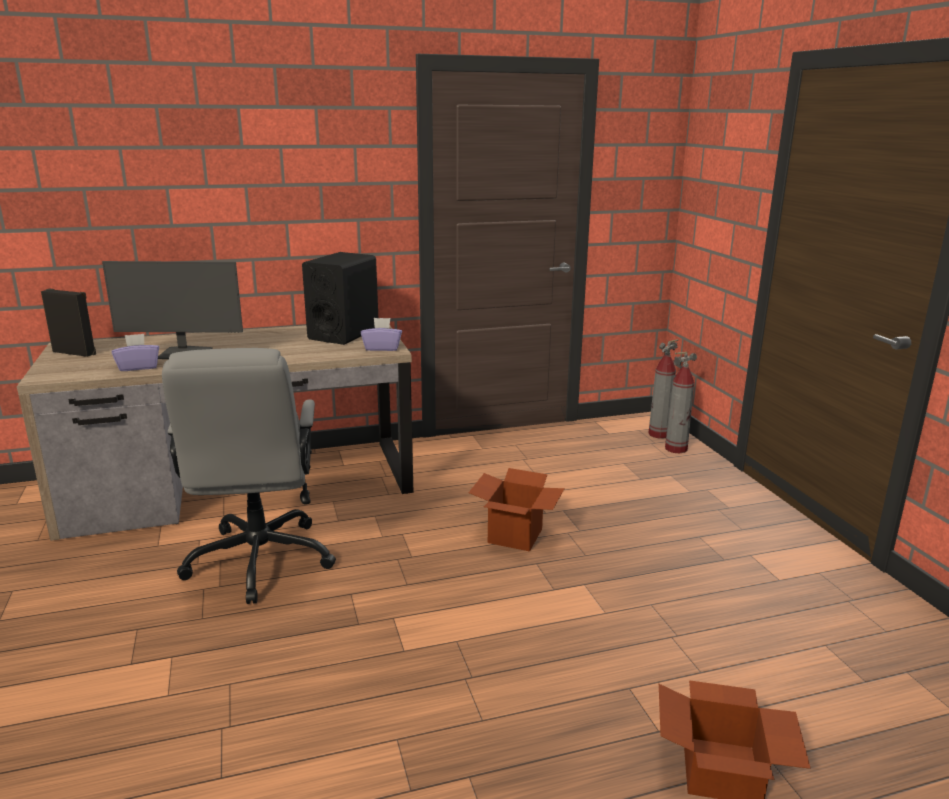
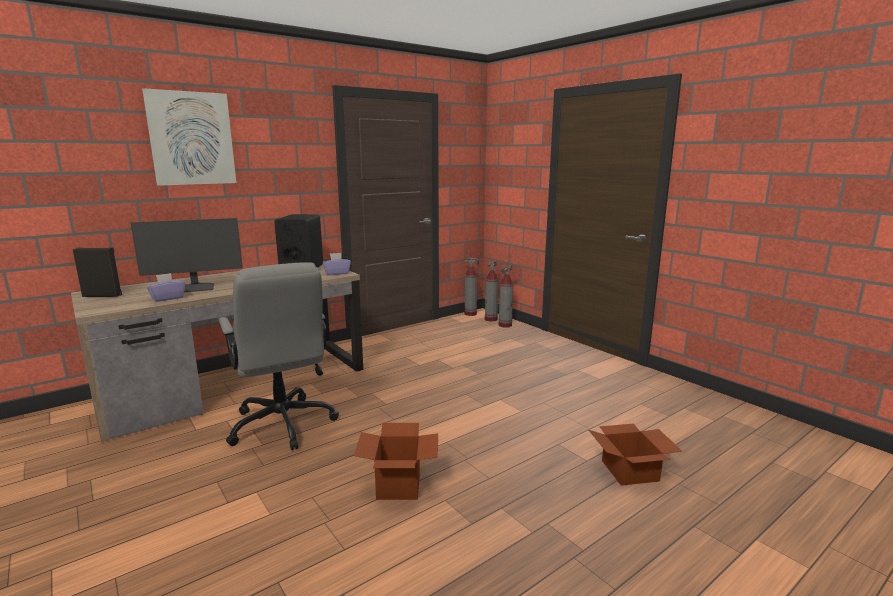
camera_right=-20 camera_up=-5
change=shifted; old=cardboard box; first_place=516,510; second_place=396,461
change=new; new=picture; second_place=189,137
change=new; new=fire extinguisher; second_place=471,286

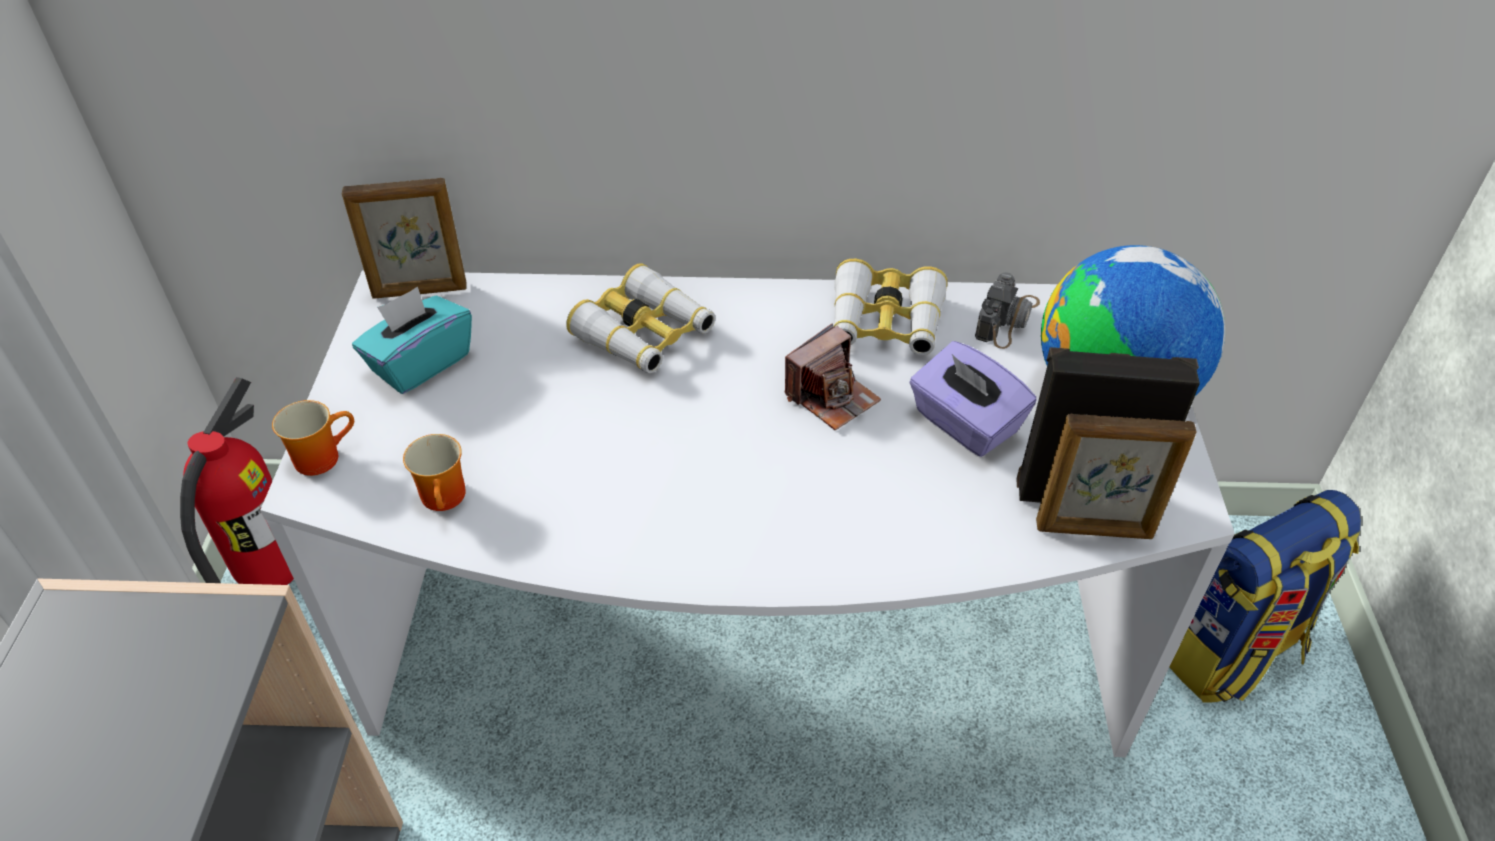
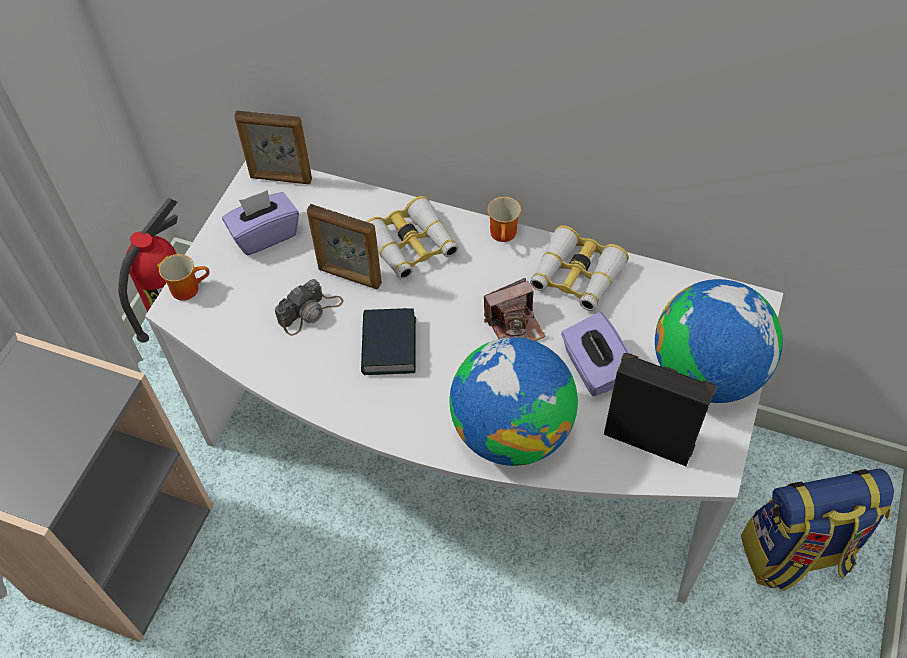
camera_right=20 camera_up=10
change=shifted; old=photo camera; first_place=1007,310; second_place=309,307
change=repainted; old=turquoise tissue box; new=purple tissue box; first_place=412,340; second_place=260,222
change=shifted; old=picture frame; first_place=1116,476; second_place=344,246
change=shifted; old=mug; first_place=434,472; second_place=504,219
change=new; new=book; second_place=388,341
change=new; new=globe; second_place=513,401

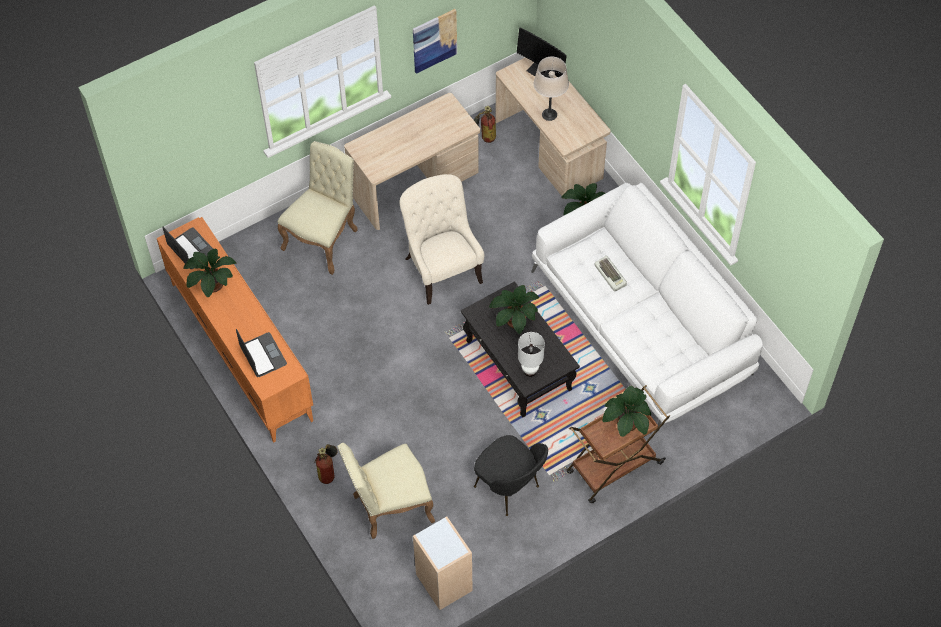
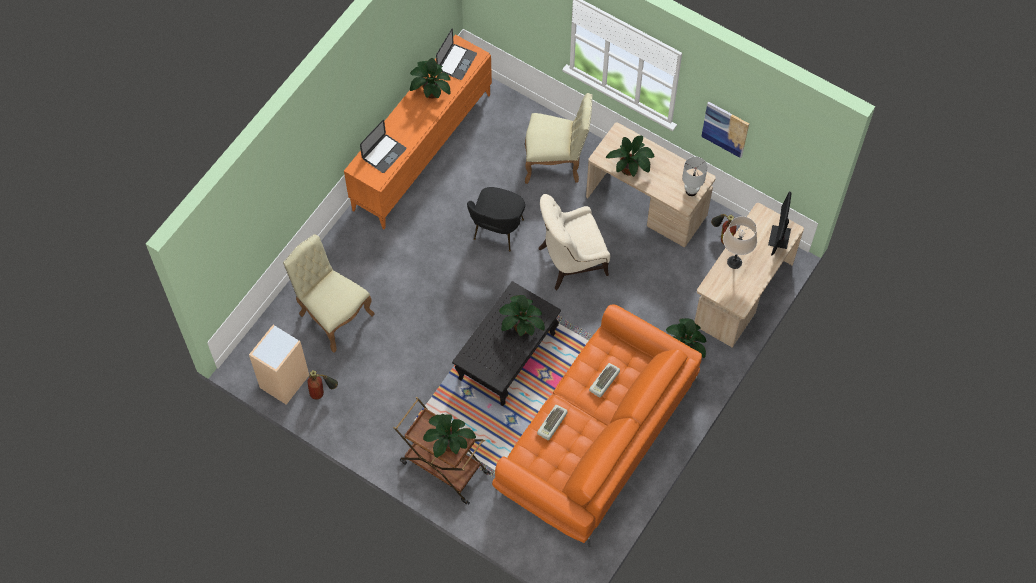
camera_right=65 camera_up=5
change=rotated; old=beige armchair; first_place=442,239; second_place=574,242; degrees=-150
change=repainted; old=white sofa; new=orange sofa; first_place=647,307; second_place=597,426
change=shifted; old=white table lamp; first_place=531,354; second_place=695,176
change=shifted; old=black chair; first_place=511,475; second_place=496,219
change=shifted; old=fire extinguisher; first_place=326,464; second_place=322,385
change=new; new=potted plant; second_place=630,156
change=new; new=keyboard; second_place=552,422

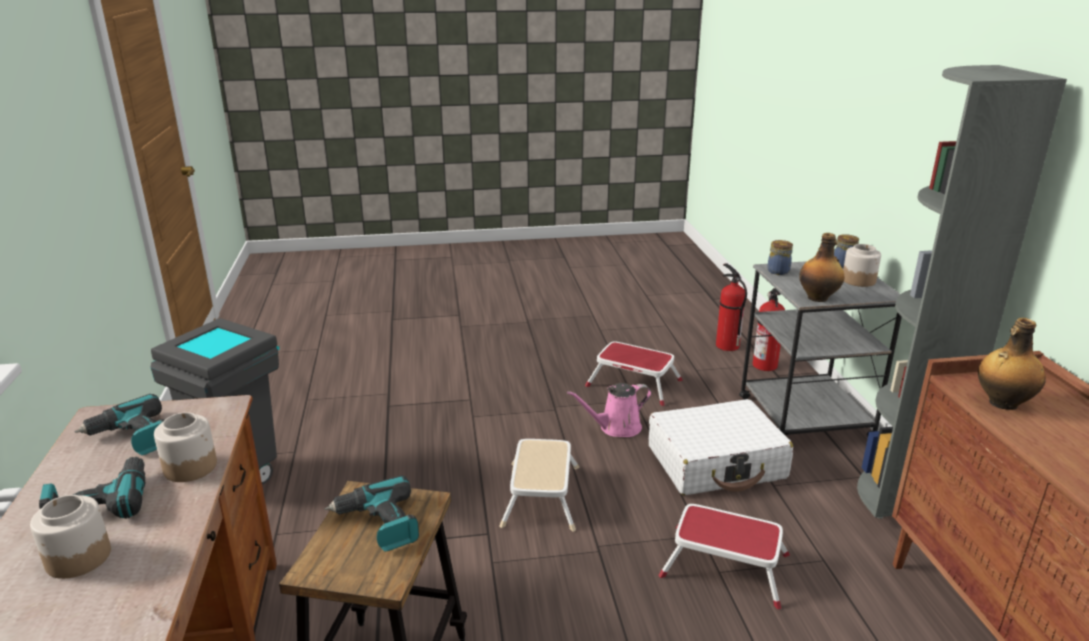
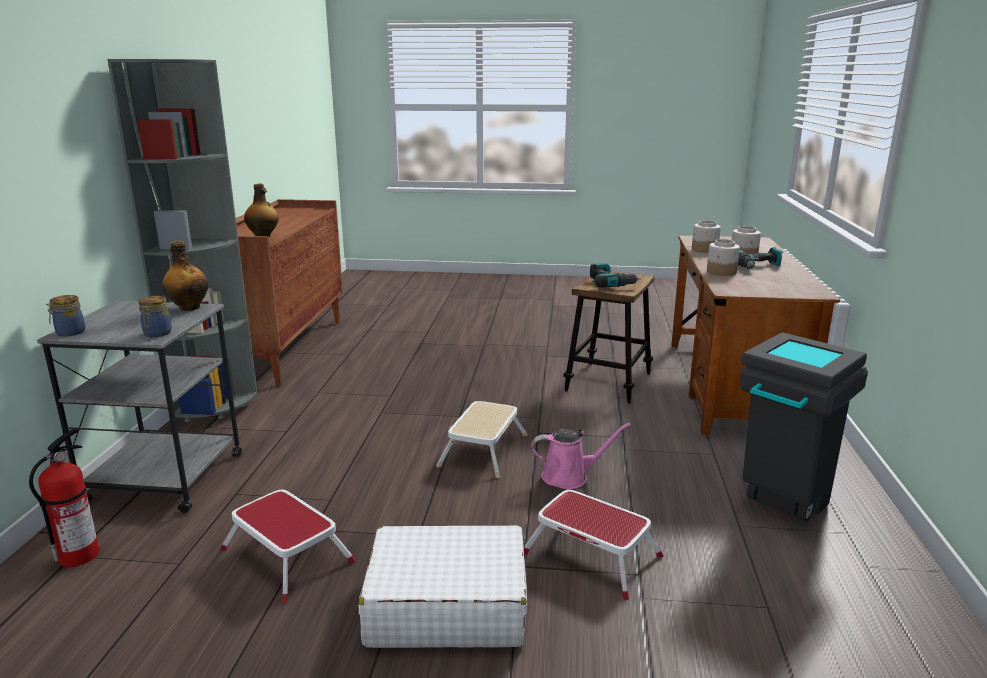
camera_right=-165 camera_up=-5
change=shifted; old=jar; first_place=862,265; second_place=706,236
change=gone; old=fire extinguisher; first_place=731,307
change=shifted; old=pink watering can; first_place=609,410; second_place=581,456
change=gone; old=power drill; first_place=120,424
change=shifted; old=white suitcase; first_place=721,447; second_place=442,586
change=shifted; old=red step ladder; first_place=724,556; second_place=594,545

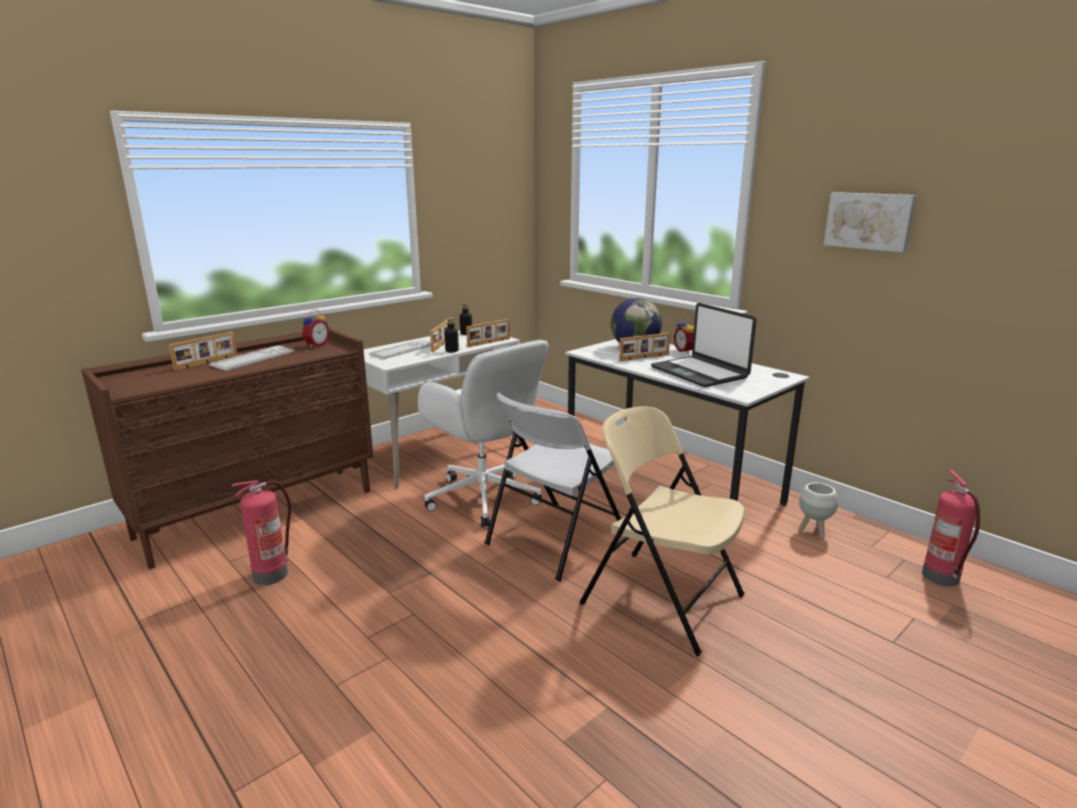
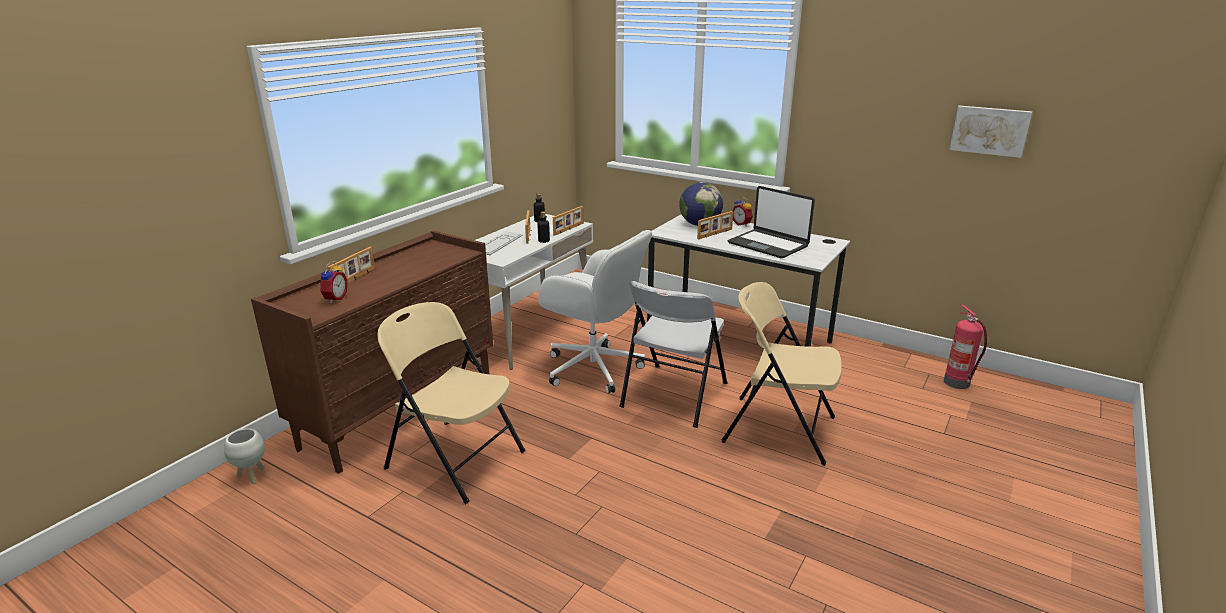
camera_right=-15 camera_up=5
change=shifted; old=picture; first_place=870,222; second_place=991,132
change=shifted; old=alarm clock; first_place=316,329; second_place=333,282
change=gone; old=keyboard; first_place=252,358
change=swapped; old=fire extinguisher; new=beige chair; first_place=261,532; second_place=452,403
change=shifted; old=white planter; first_place=818,511; second_place=244,456

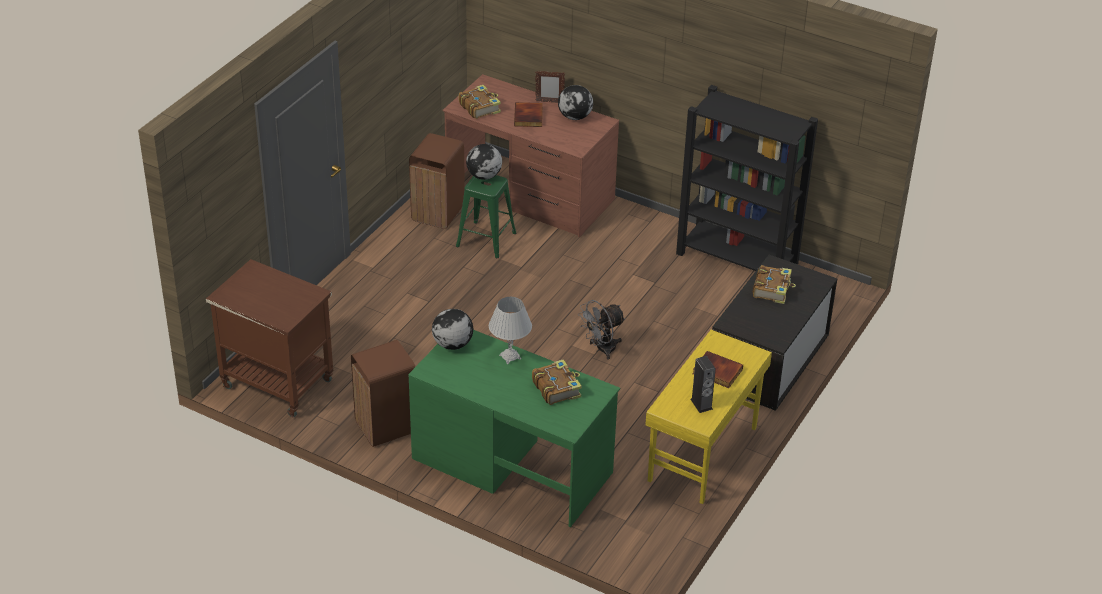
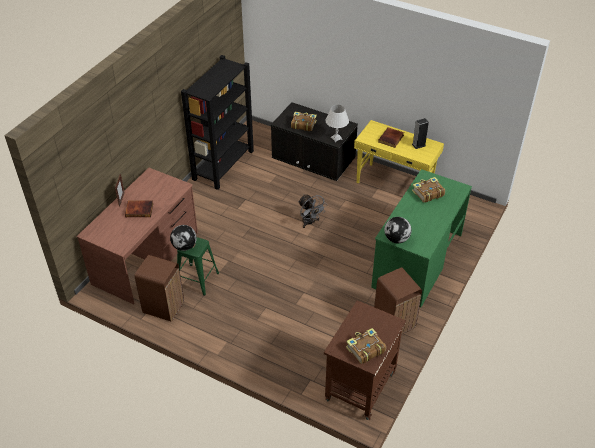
camera_right=-90 camera_up=5
change=shifted; old=book; first_place=480,102; second_place=366,346
change=gone; old=globe; first_place=575,102
change=shifted; old=white table lamp; first_place=510,330; second_place=337,123

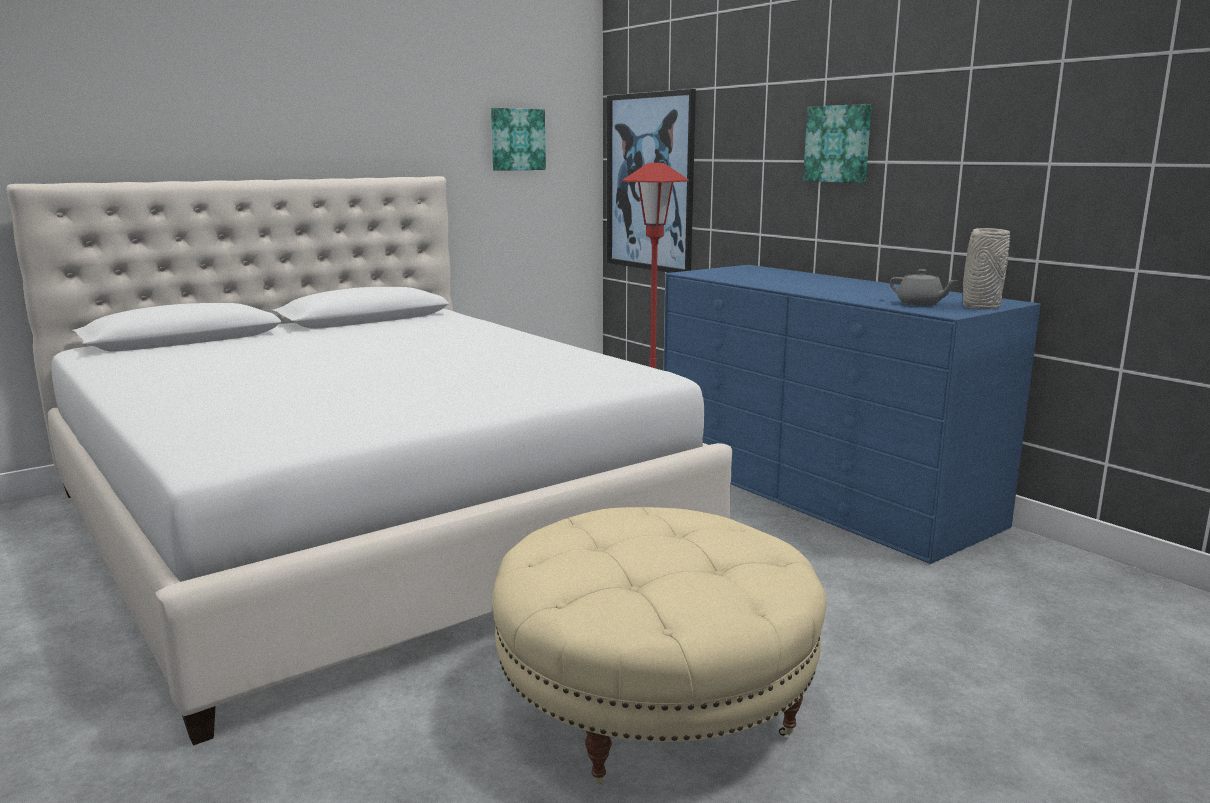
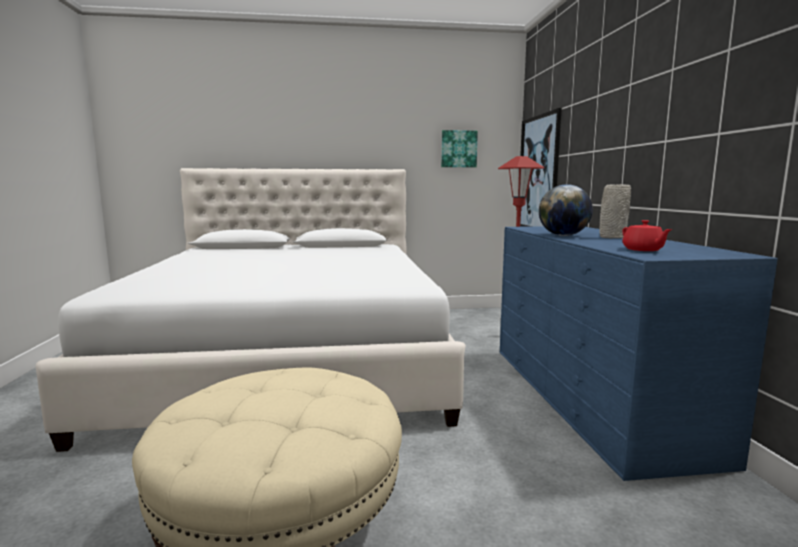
camera_right=30 camera_up=-5
change=gone; old=picture; first_place=837,143
change=shifted; old=grey vase; first_place=986,269; second_place=615,211
change=repainted; old=grey teapot; new=red teapot; first_place=924,287; second_place=647,235
change=new; new=globe; second_place=566,210

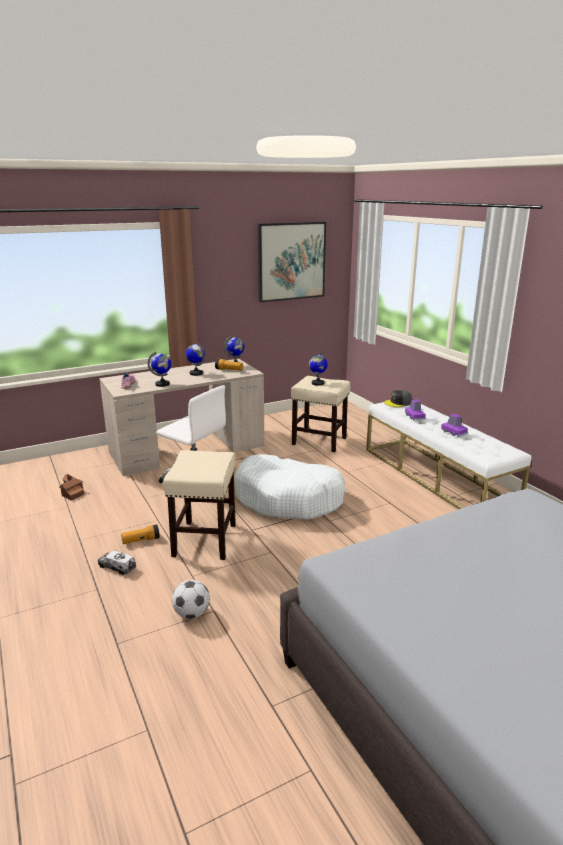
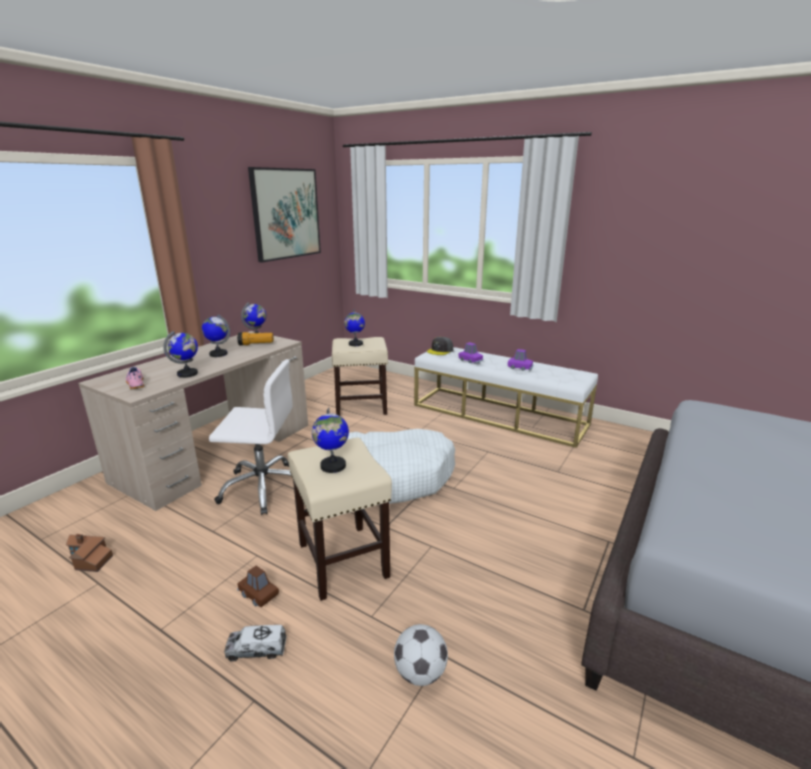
camera_right=-30 camera_up=0
change=swapped; old=flashlight; new=brown toy car; first_place=140,534; second_place=258,586
change=new; new=globe; second_place=330,440

